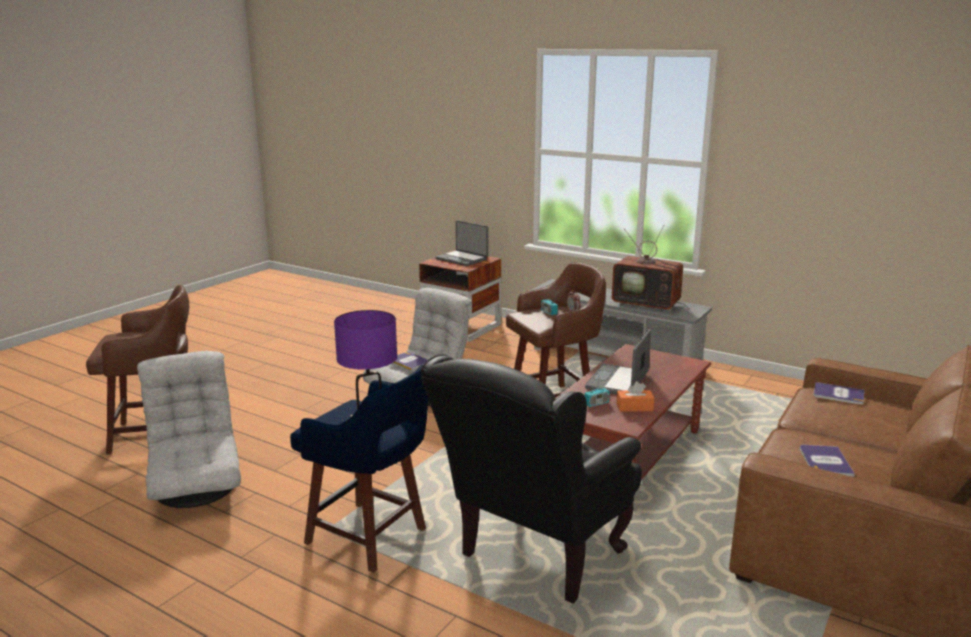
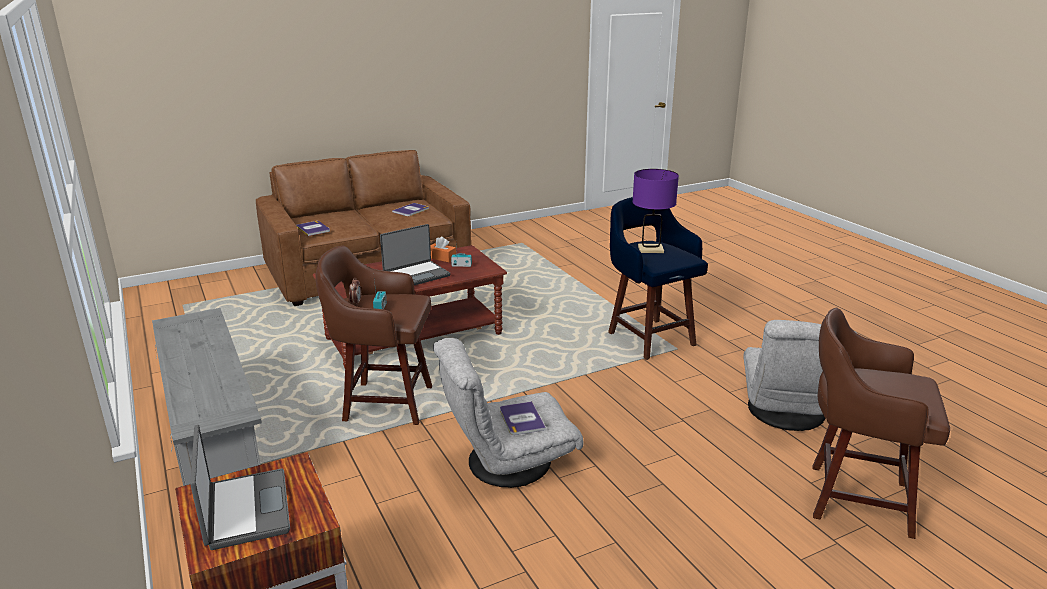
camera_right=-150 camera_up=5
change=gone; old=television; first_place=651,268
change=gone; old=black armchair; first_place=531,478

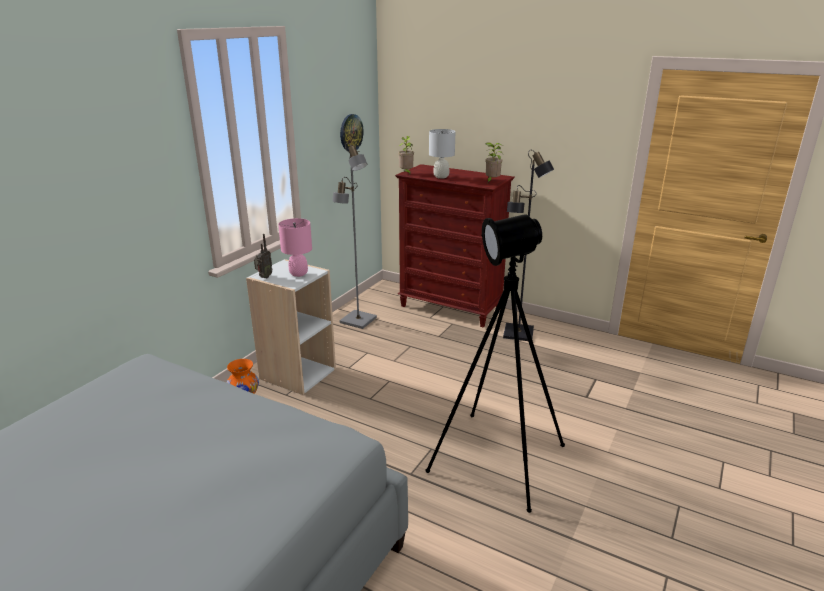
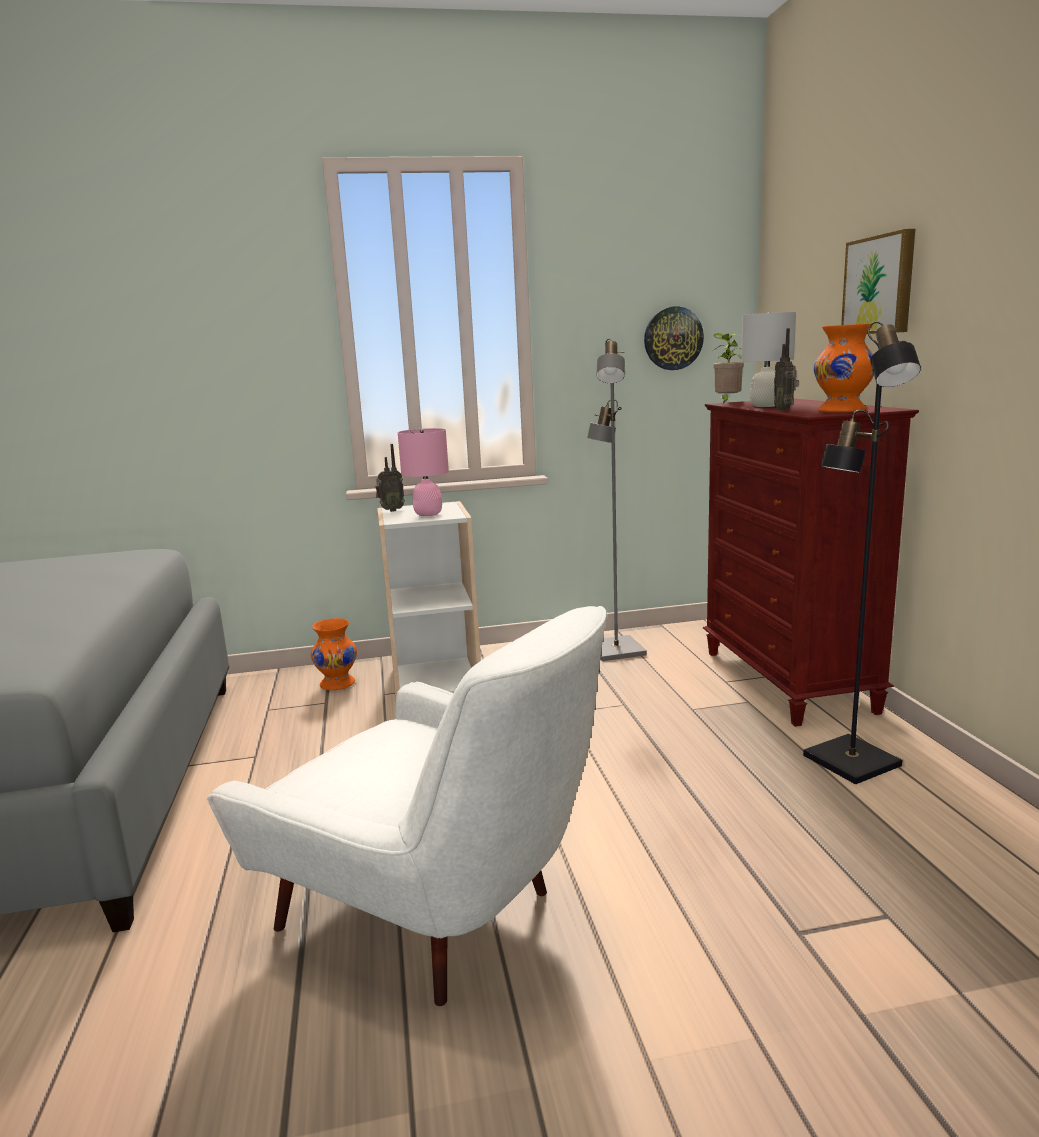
camera_right=50 camera_up=-10
change=swapped; old=potted plant; new=orange vase; first_place=494,162; second_place=844,368
change=swapped; old=black floor lamp; new=white armchair; first_place=495,363; second_place=407,806
change=new; new=picture; second_place=878,281
change=new; new=radio; second_place=786,369

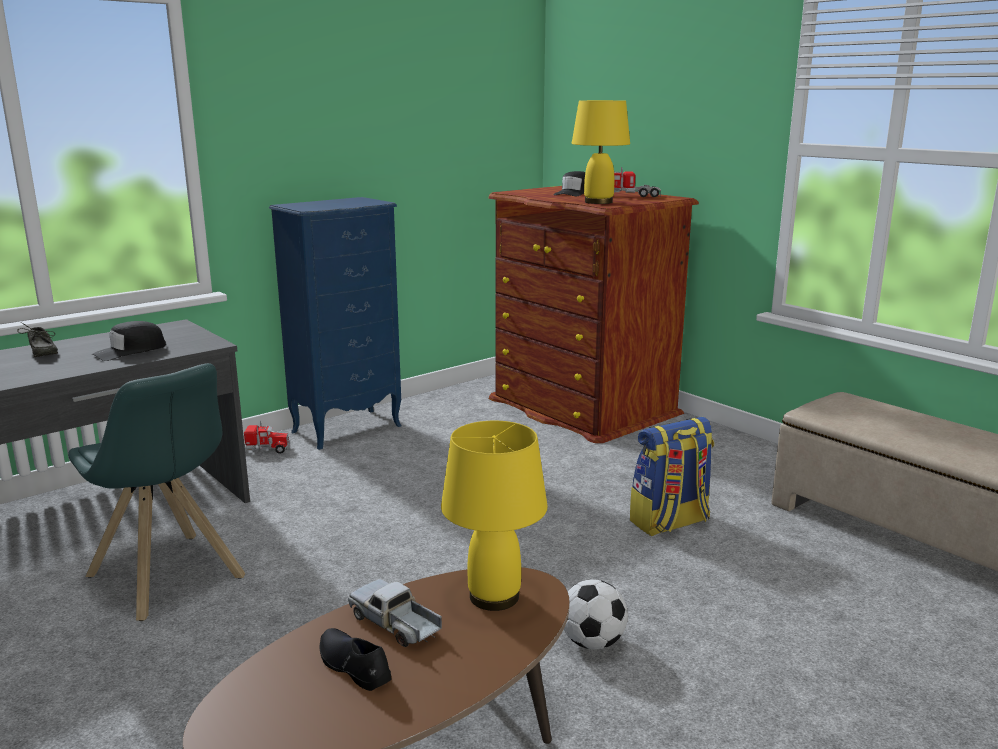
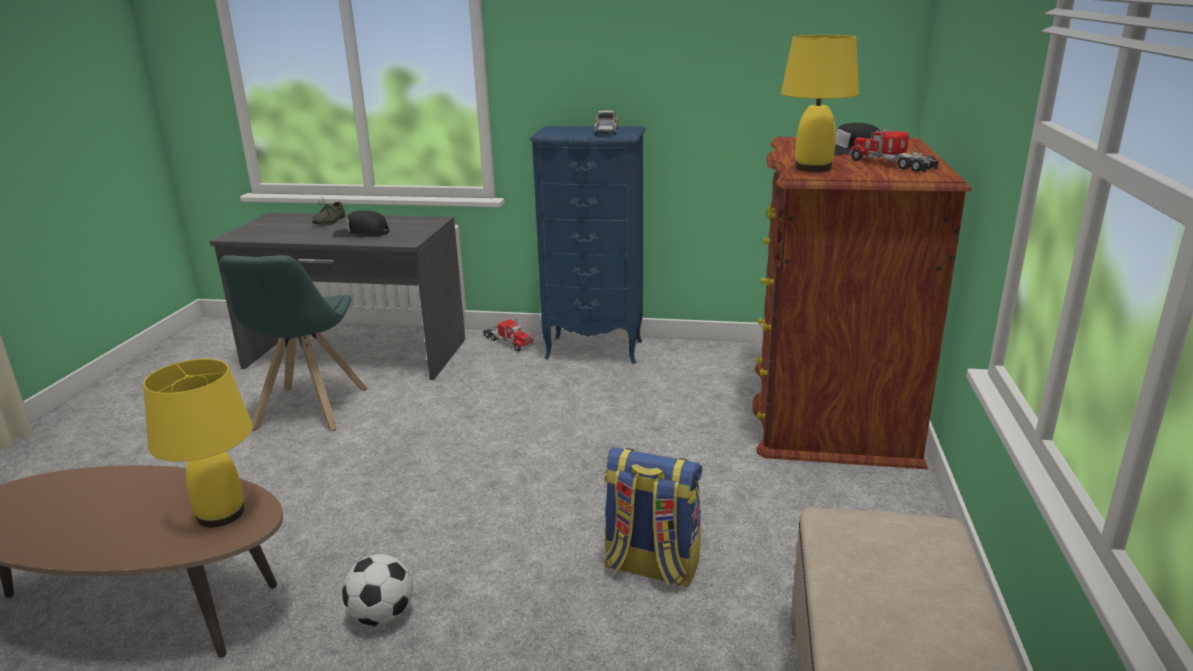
camera_right=50 camera_up=5
change=shifted; old=toy truck; first_place=395,613; second_place=606,123
change=gone; old=black shoe; first_place=356,659

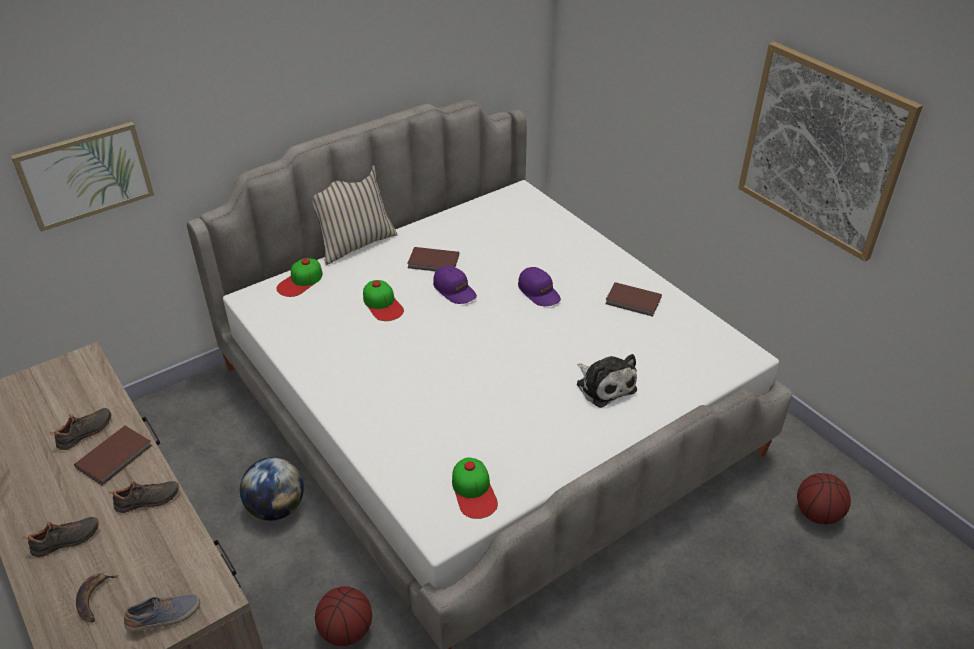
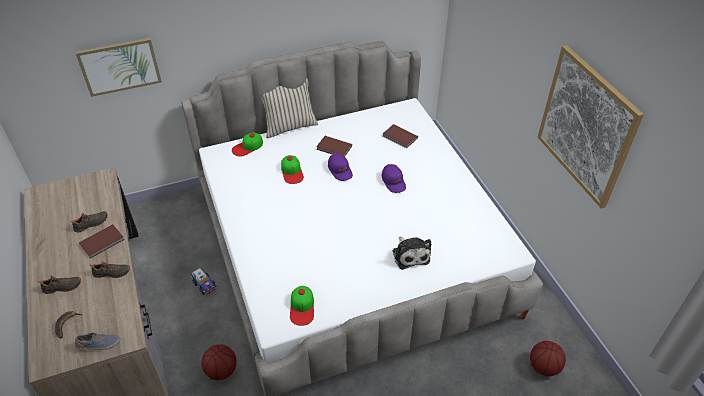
camera_right=15 camera_up=5
change=shifted; old=brown book; first_place=633,299; second_place=400,136
change=swapped; old=globe; new=toy truck; first_place=272,489; second_place=204,281

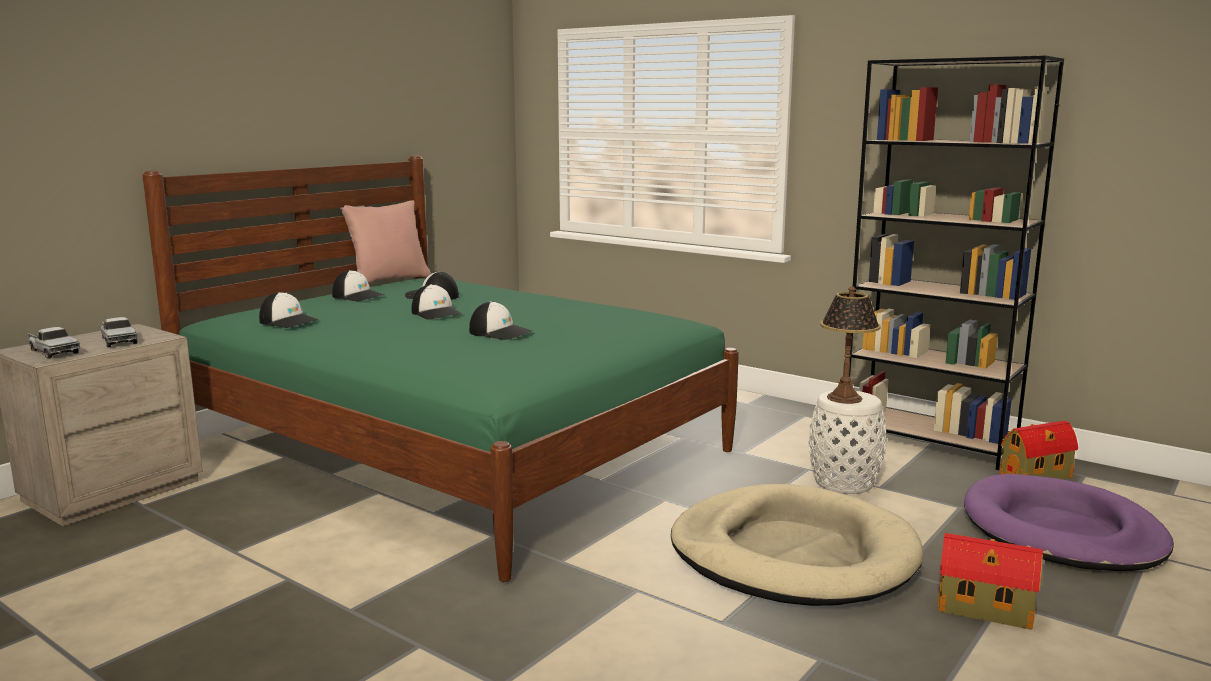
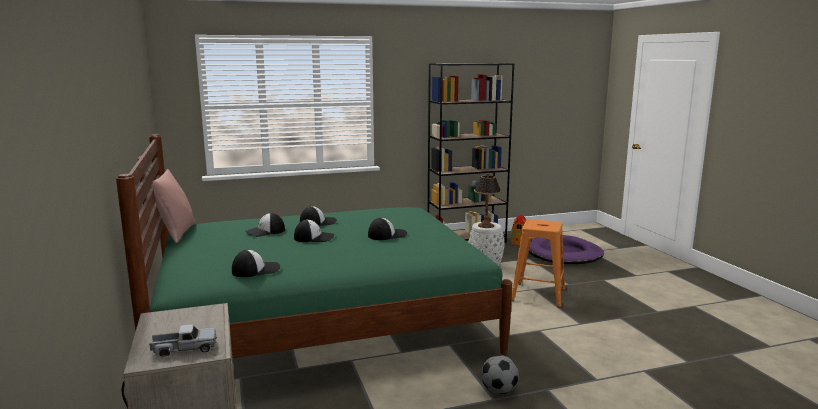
camera_right=-55 camera_up=0
change=shifted; old=cap; first_place=358,285; second_place=318,216
change=gone; old=toy truck; first_place=119,332
change=swapped; old=beige dog bed; new=orange stool; first_place=797,545; second_place=538,263
change=gone; old=toy house; first_place=990,581
change=new; new=football; second_place=500,374

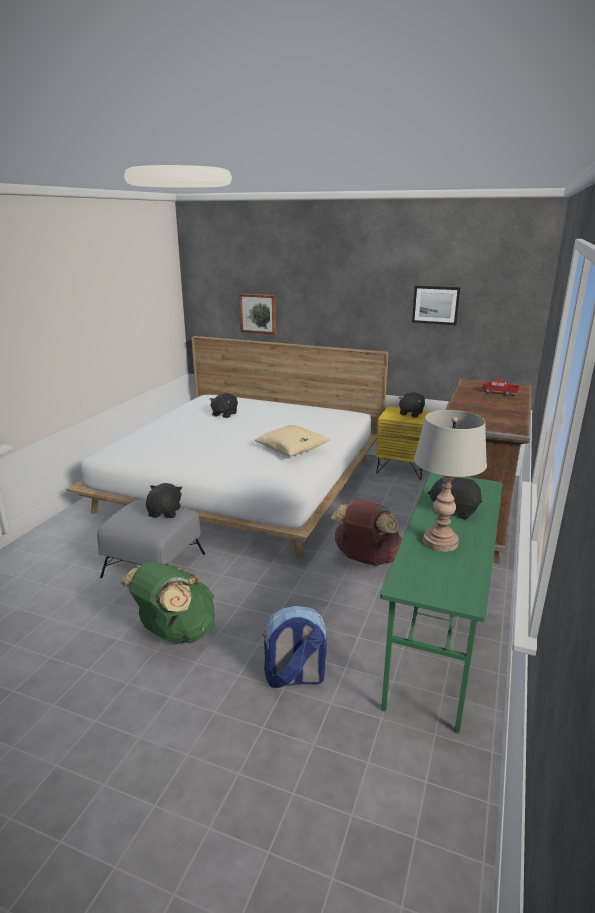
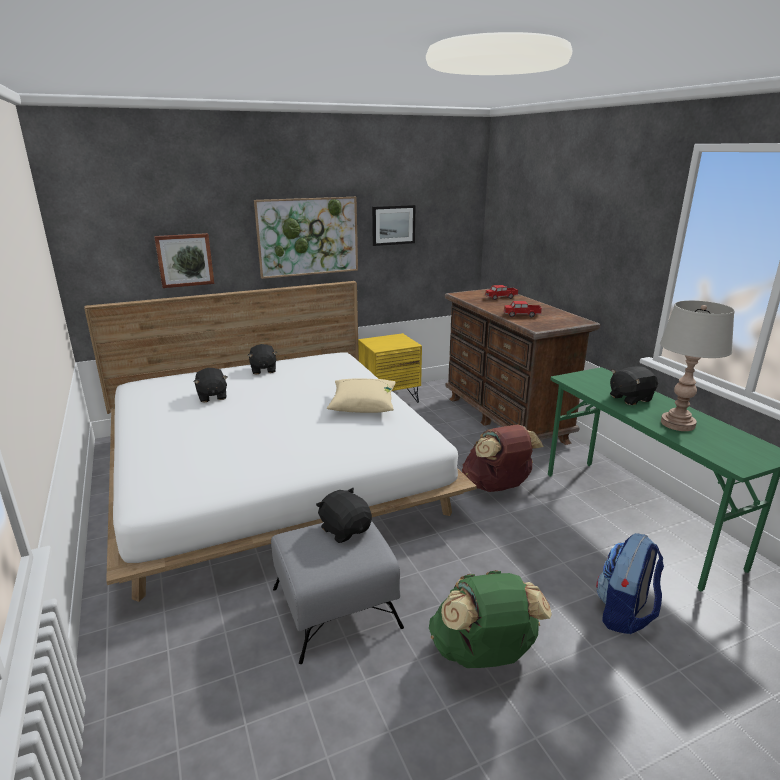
camera_right=-45 camera_up=0
change=shifted; old=black plush toy; first_place=411,404; second_place=262,359
change=new; new=picture; second_place=306,238
change=new; new=toy truck; second_place=523,309

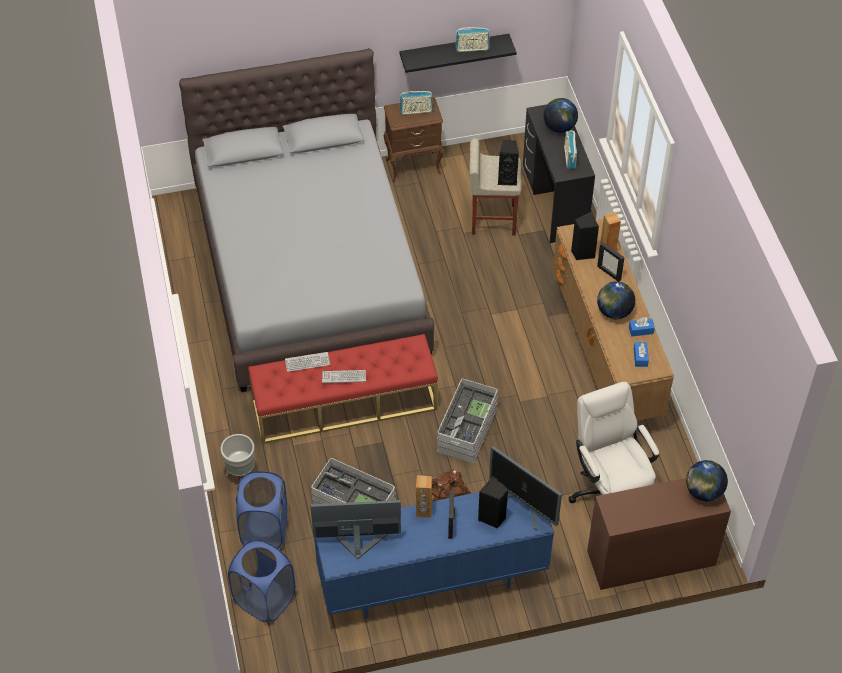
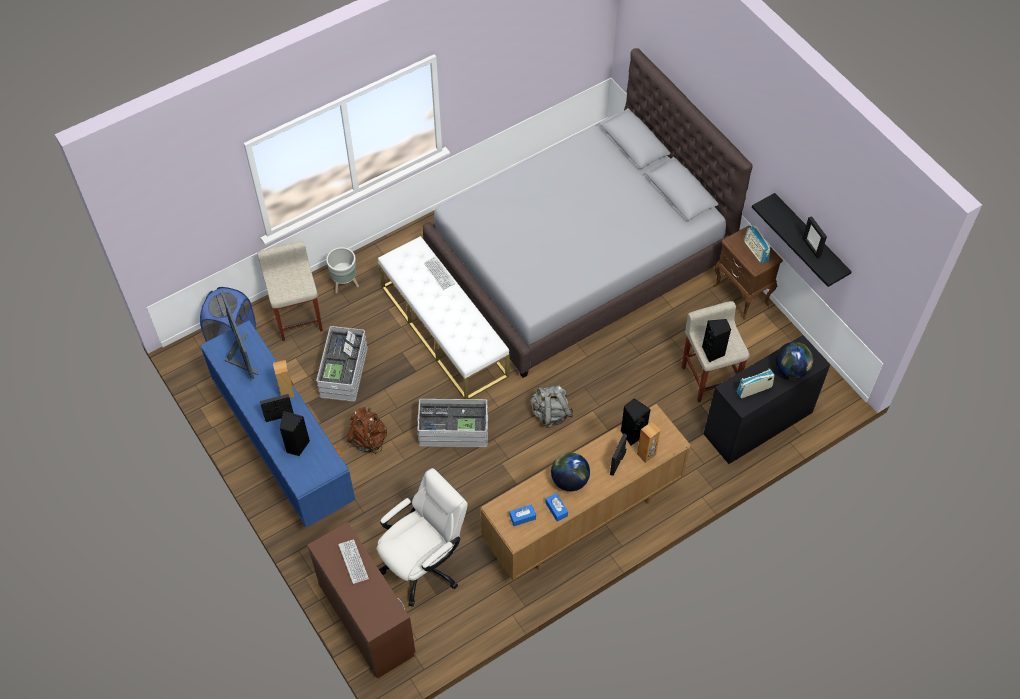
camera_right=70 camera_up=5
change=swapped; old=radio; new=picture frame; first_place=472,39; second_place=814,237
change=repainted; old=red bench; new=white bench; first_place=343,389; second_place=443,317
change=shifted; old=keyboard; first_place=344,376; second_place=353,561
change=gone; old=monitor; first_place=525,488
change=gone; old=globe; first_place=707,480
change=swapped; old=blue laundry basket; new=beige stool; first_place=261,510; second_place=290,291
change=new; new=grey backpack; second_place=552,406

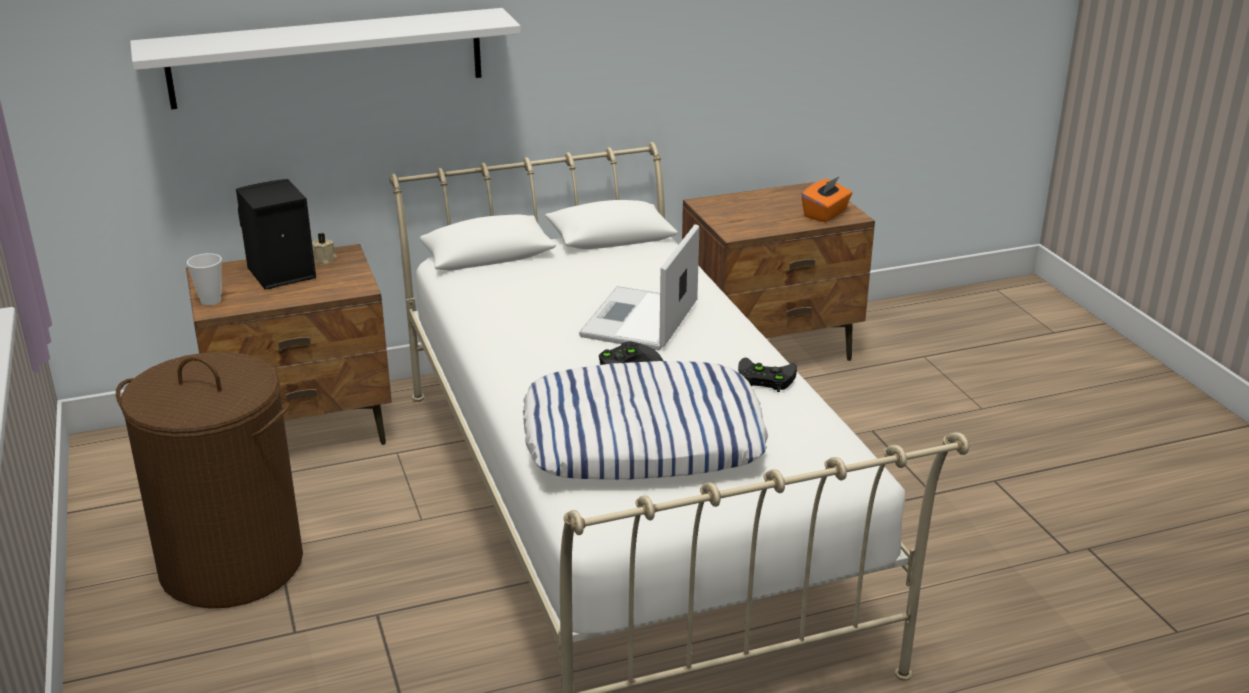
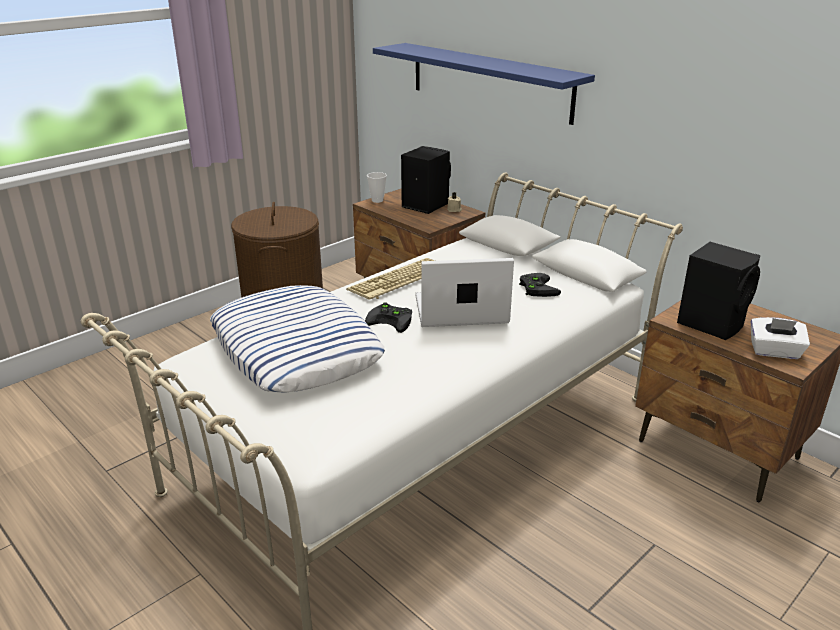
camera_right=65 camera_up=0
change=repainted; old=white shelf; new=blue shelf; first_place=325,58; second_place=484,84
change=repainted; old=orange tissue box; new=white tissue box; first_place=827,199; second_place=780,338
change=shifted; old=black game controller; first_place=767,375; second_place=540,285
change=new; new=black speaker; second_place=718,291
change=new; new=keyboard; second_place=390,278

